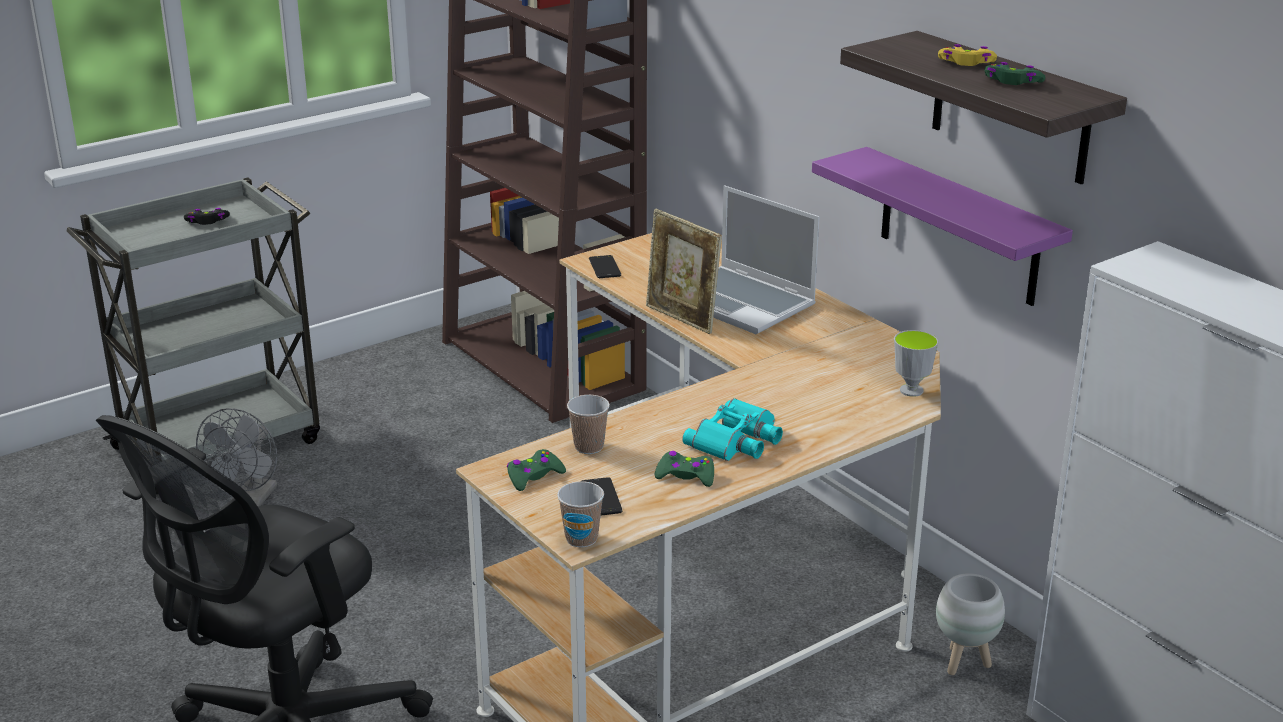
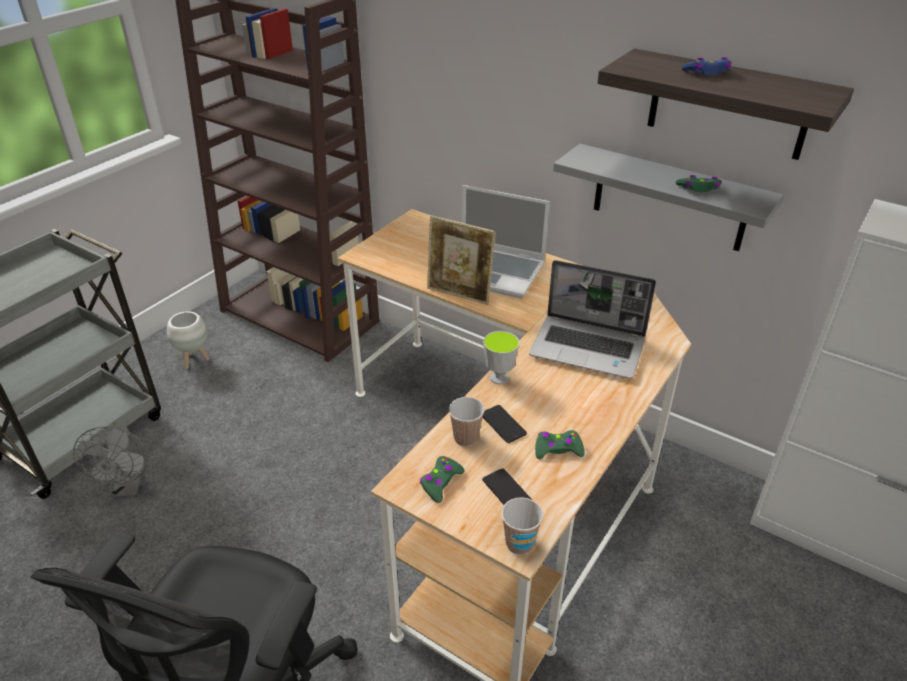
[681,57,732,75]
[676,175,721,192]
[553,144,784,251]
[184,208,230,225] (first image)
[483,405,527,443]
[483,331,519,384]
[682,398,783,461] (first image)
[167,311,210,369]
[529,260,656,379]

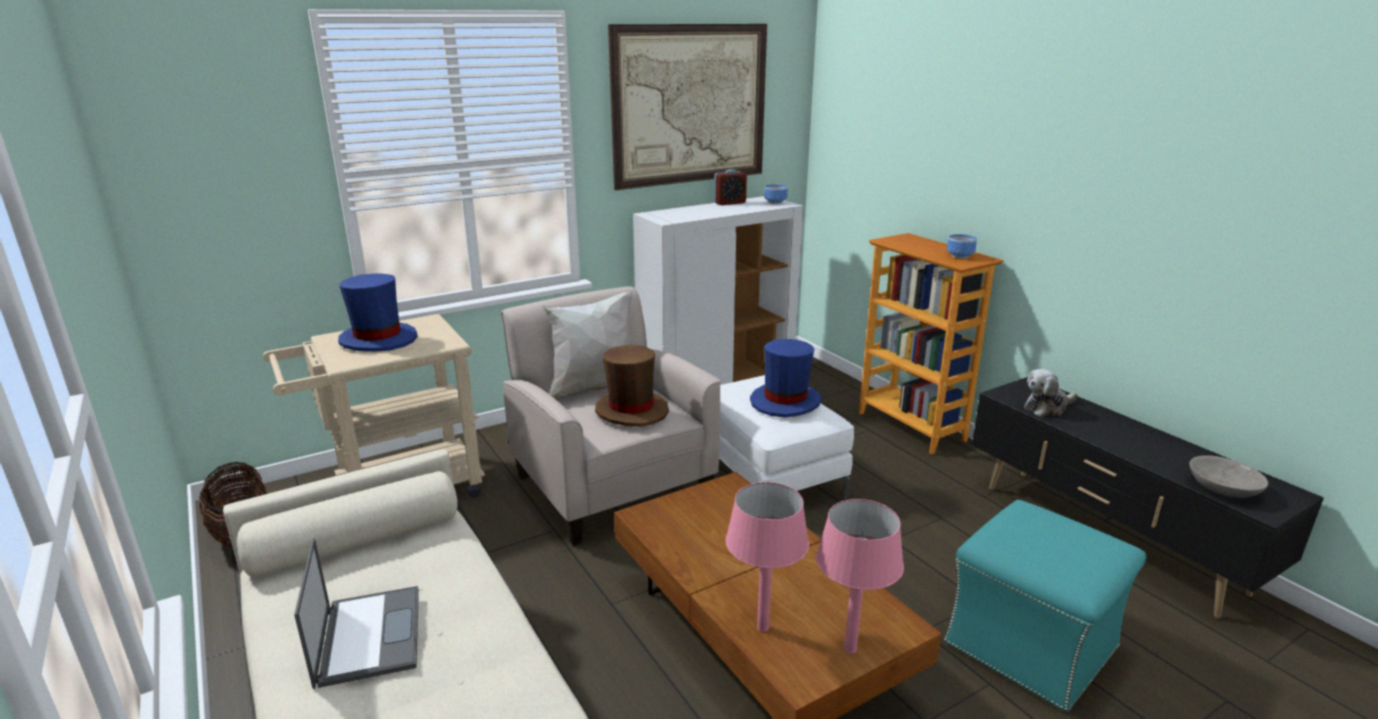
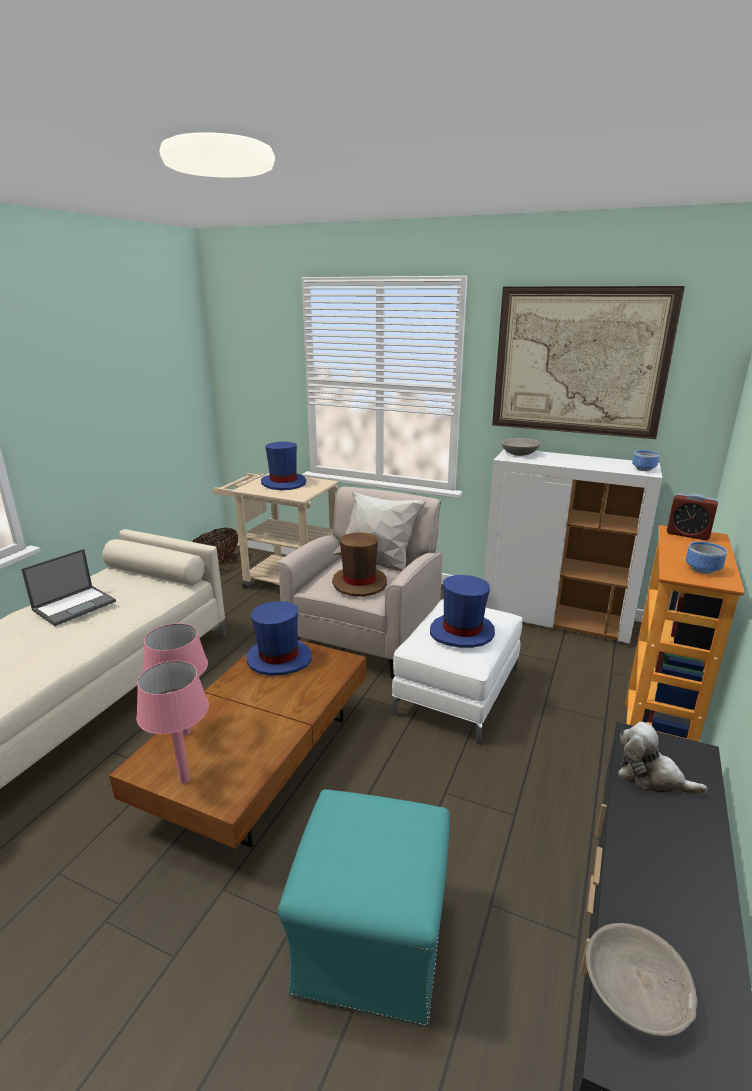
[667,493,718,540]
[501,438,541,456]
[247,601,312,676]

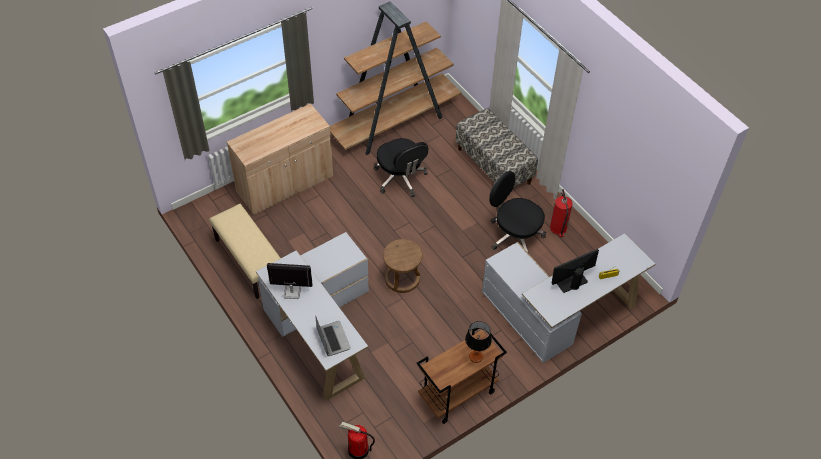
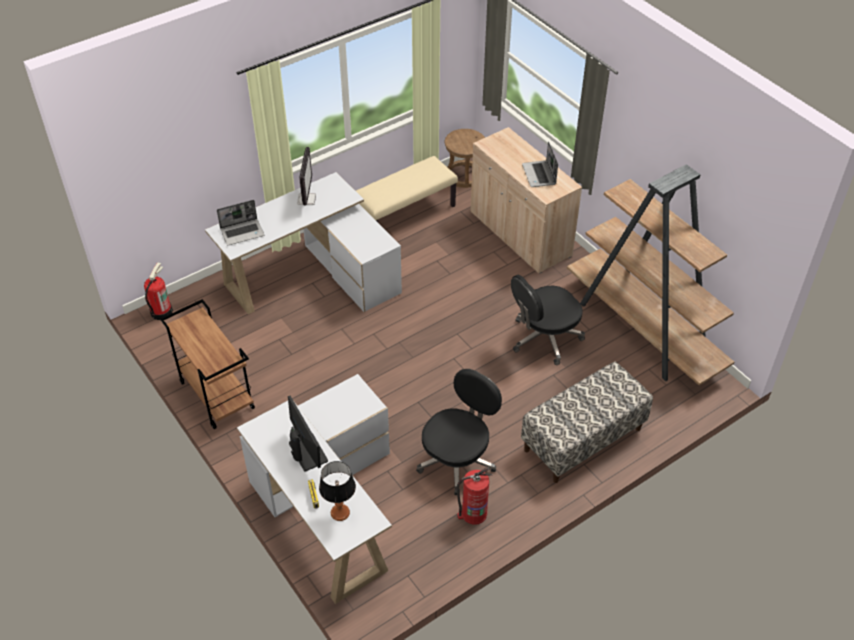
[445,129,485,188]
[319,461,356,521]
[522,141,558,187]

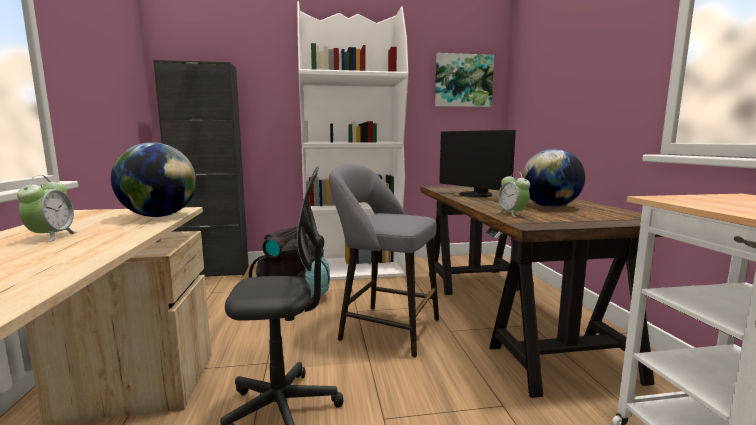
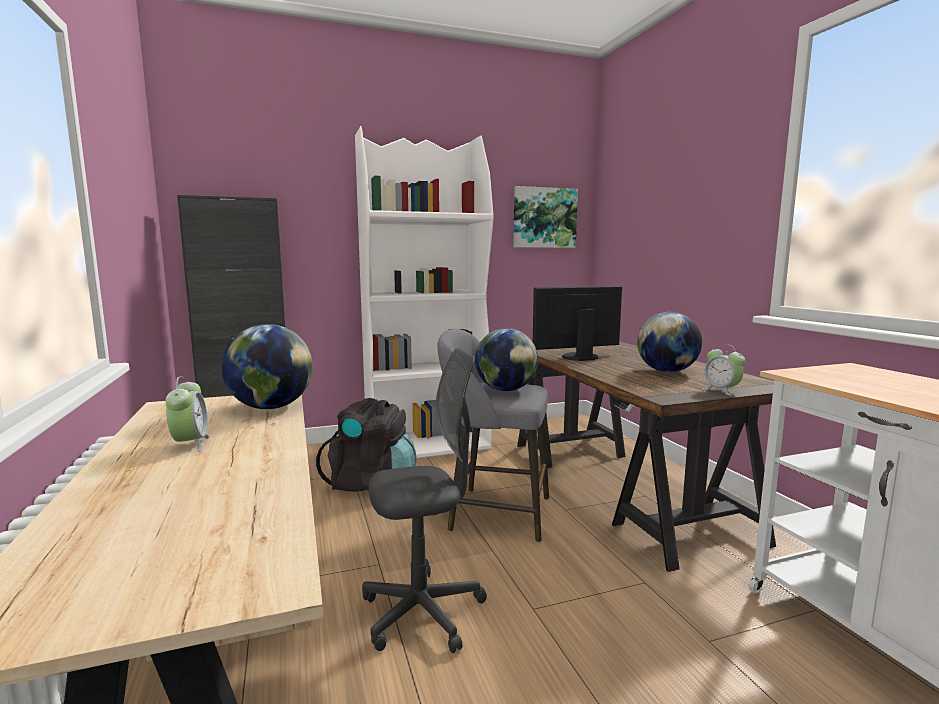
[533,286,622,361]
[702,345,745,396]
[475,328,538,391]

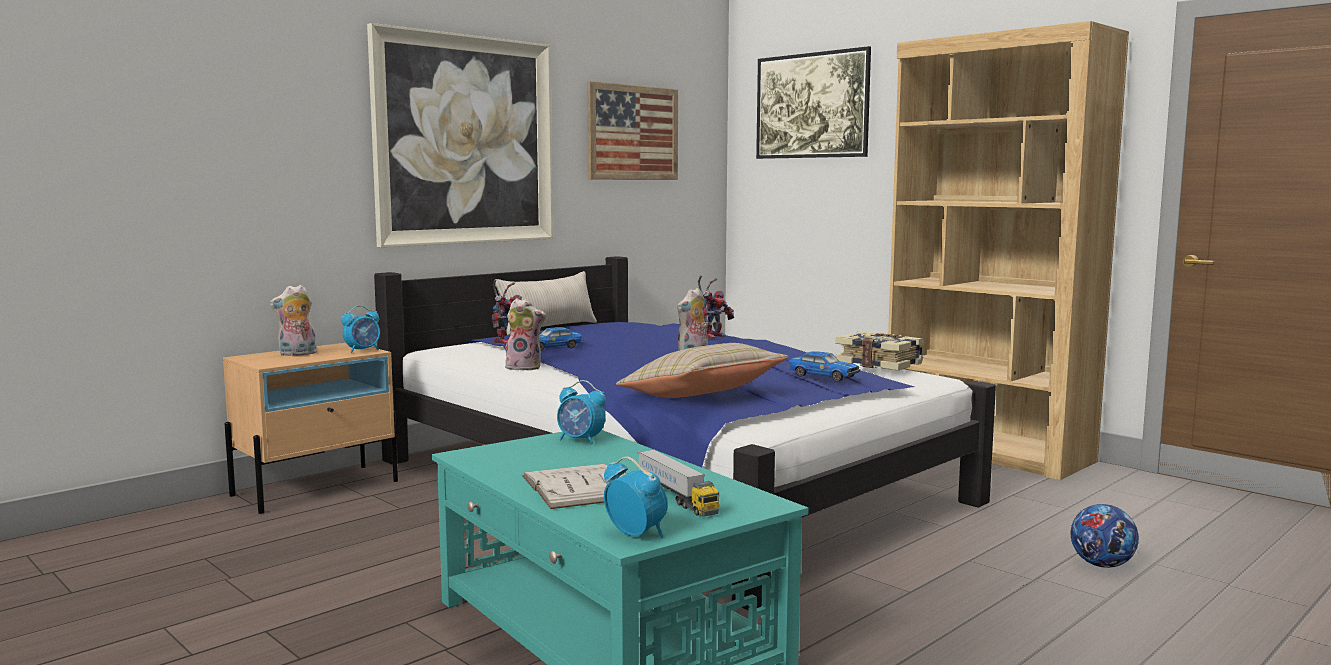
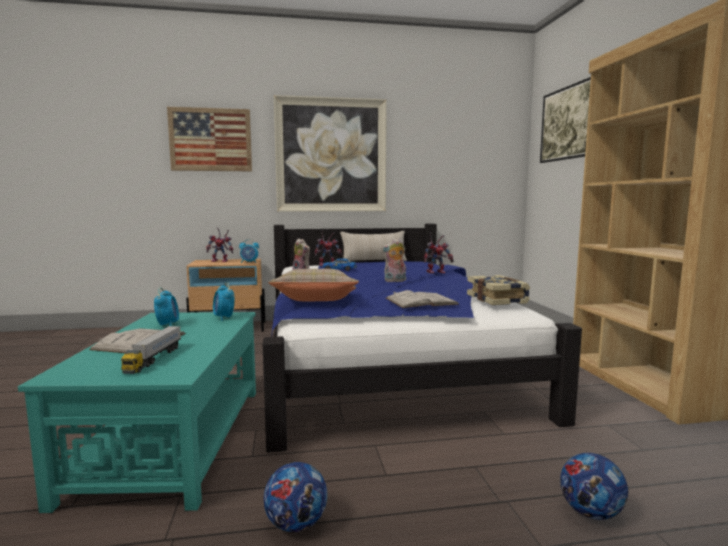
[167,107,252,171]
[206,227,233,262]
[386,290,460,308]
[154,287,179,326]
[264,462,327,532]

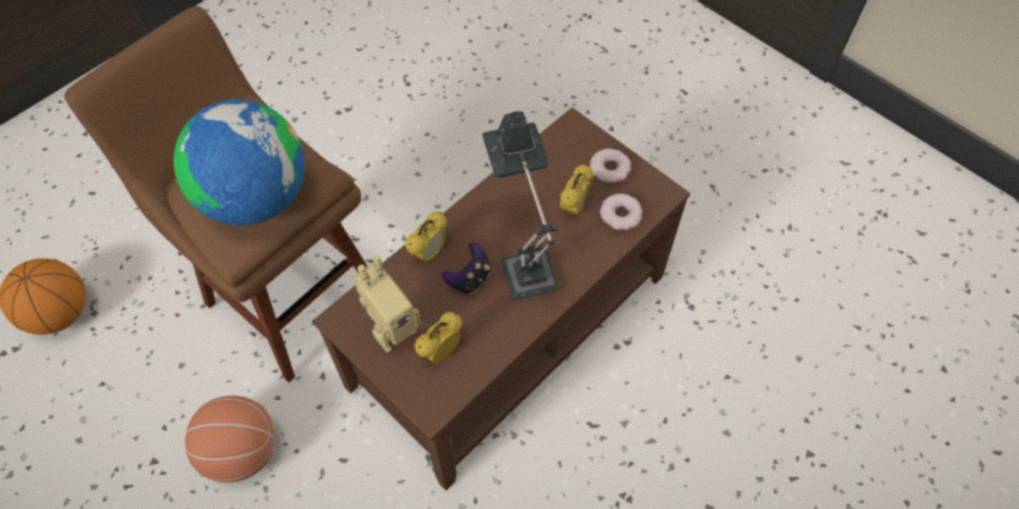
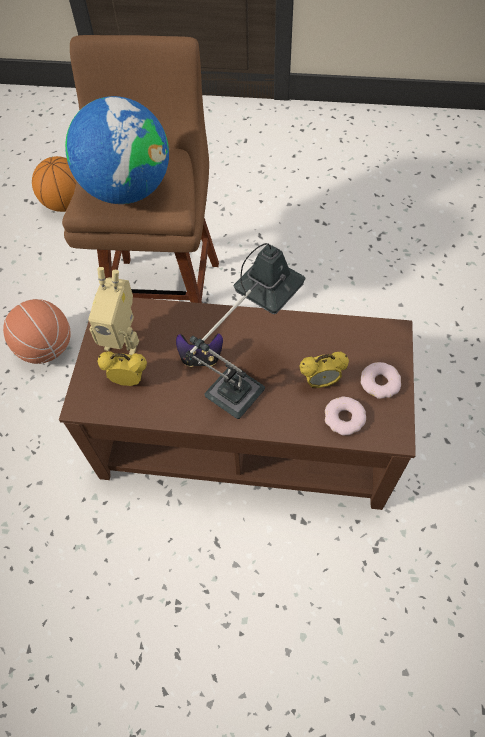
[405,212,447,263] (first image)

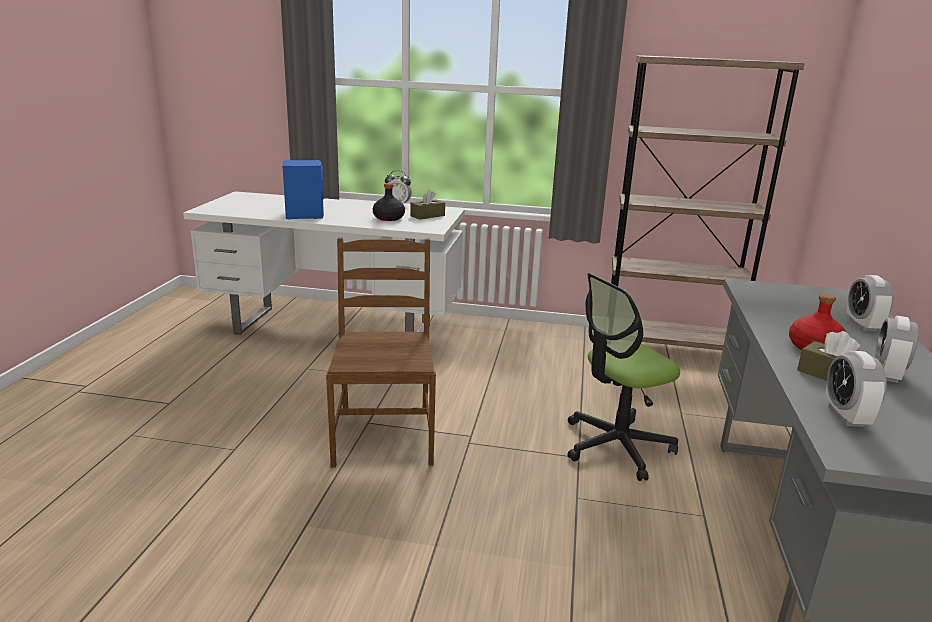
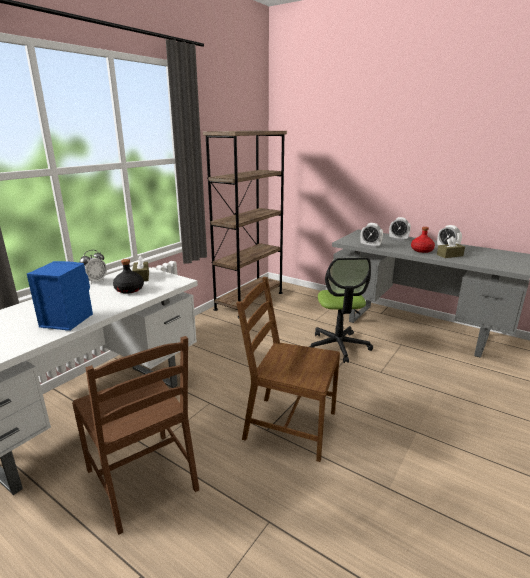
[360,223,383,248]
[72,336,199,535]

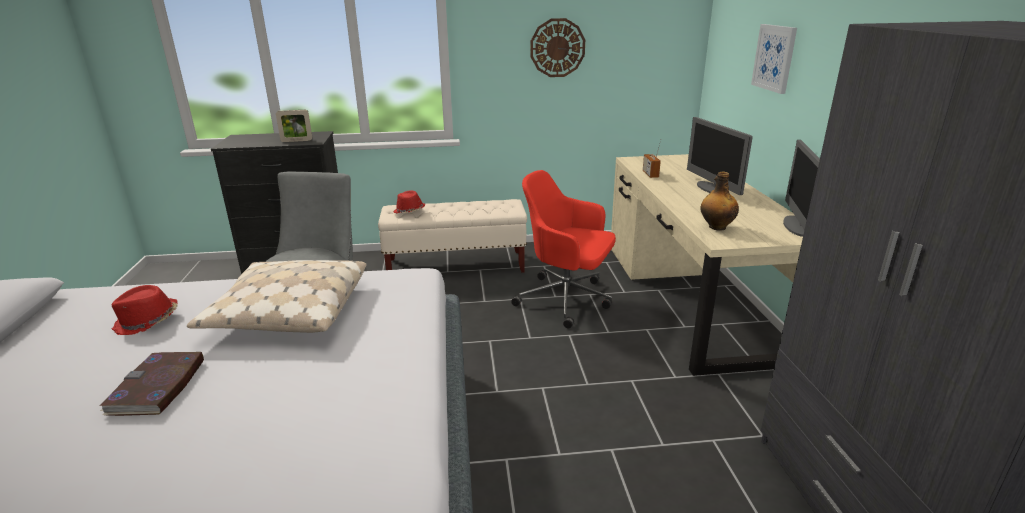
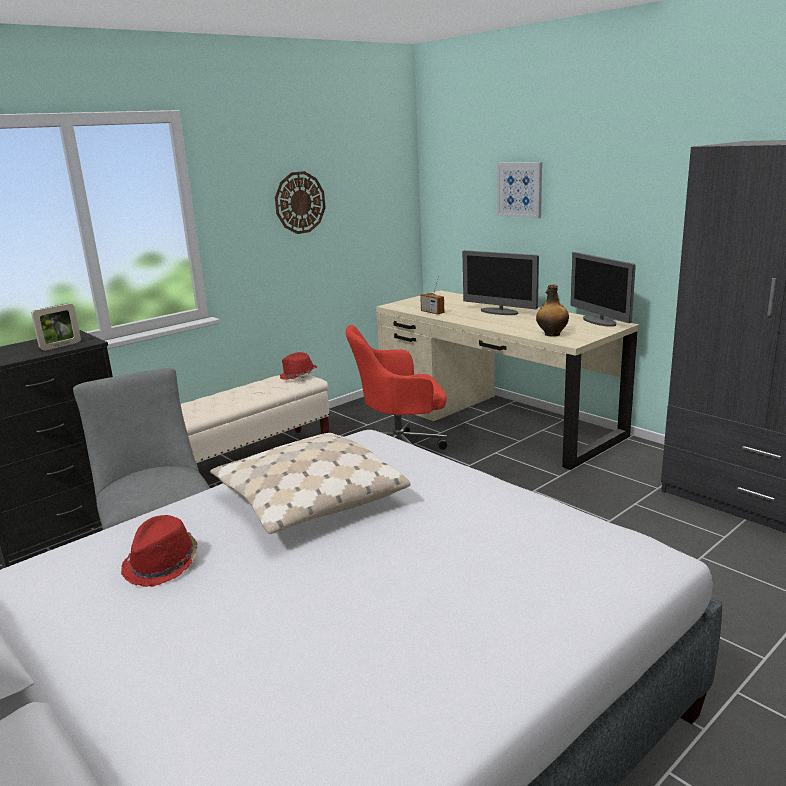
[280,352,317,380]
[100,352,204,416] (first image)

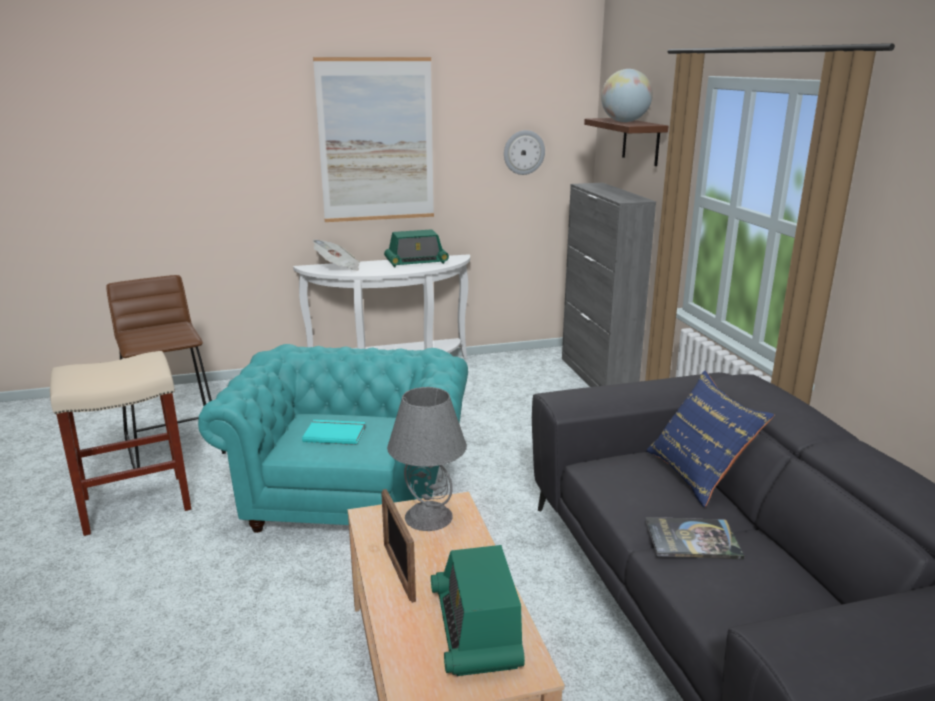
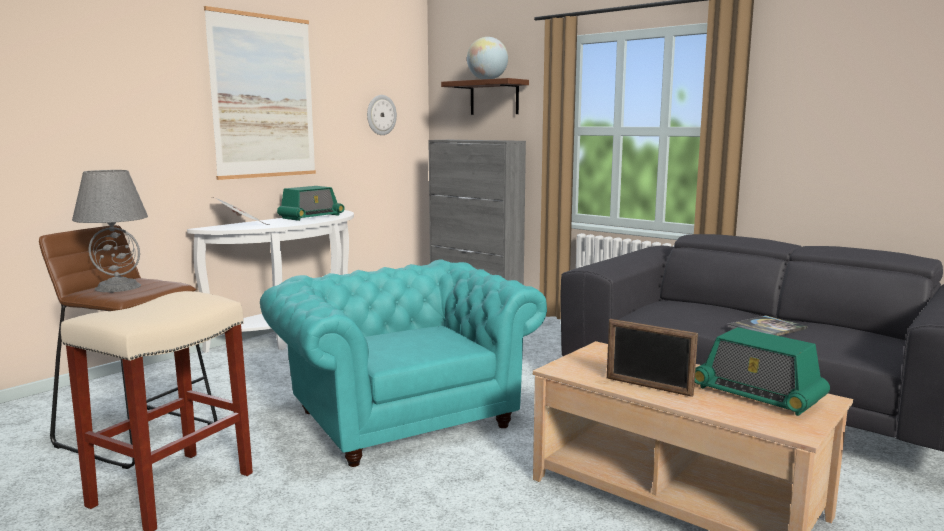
[646,370,774,508] (first image)
[72,170,148,292]
[302,420,365,445] (first image)

